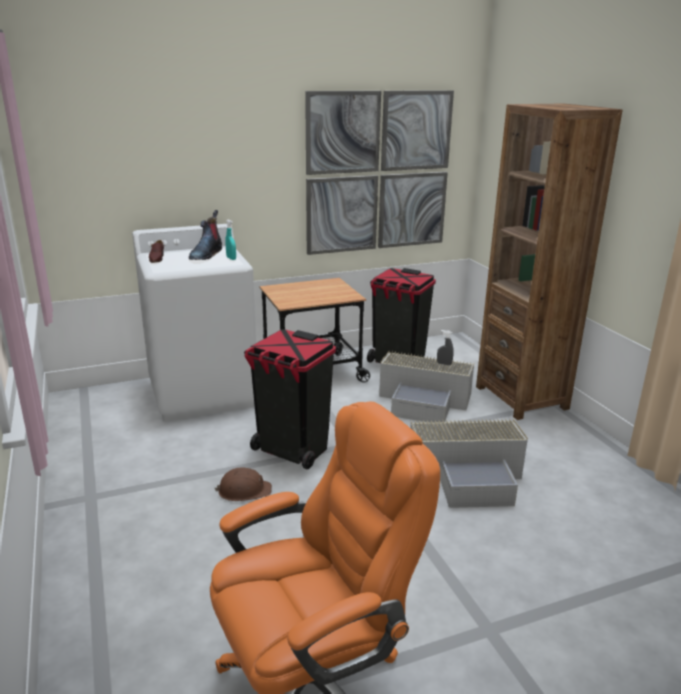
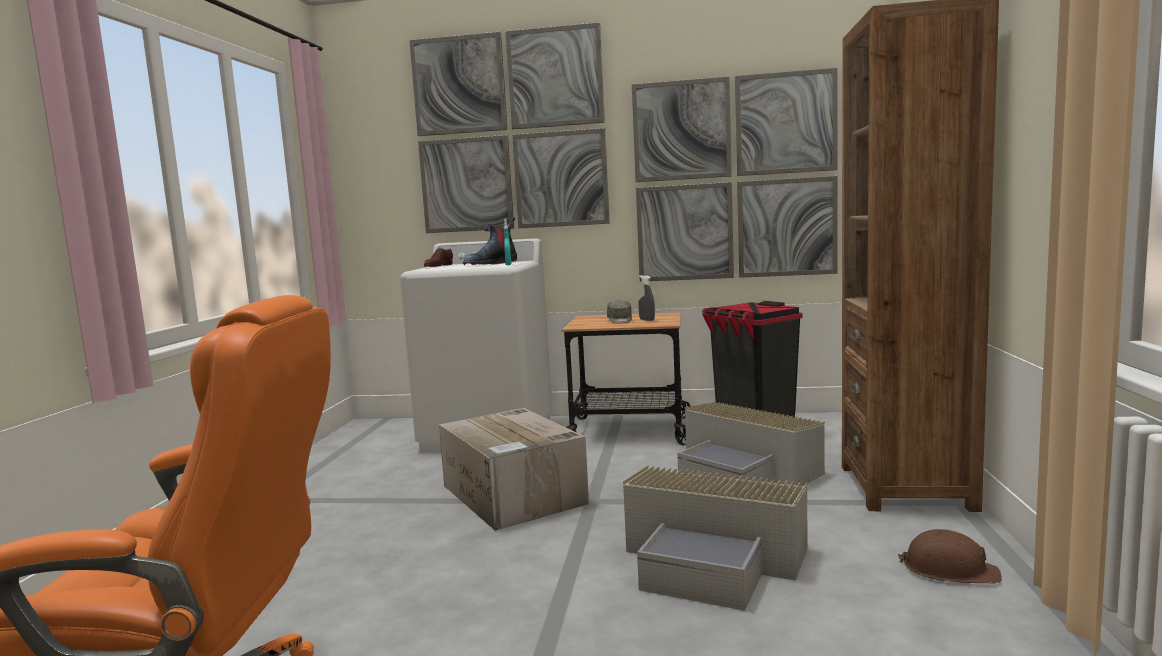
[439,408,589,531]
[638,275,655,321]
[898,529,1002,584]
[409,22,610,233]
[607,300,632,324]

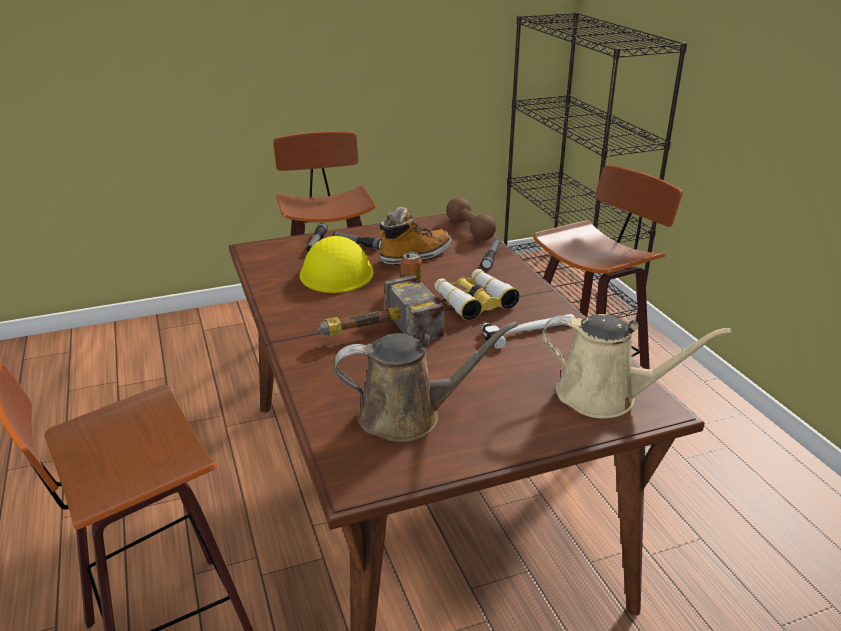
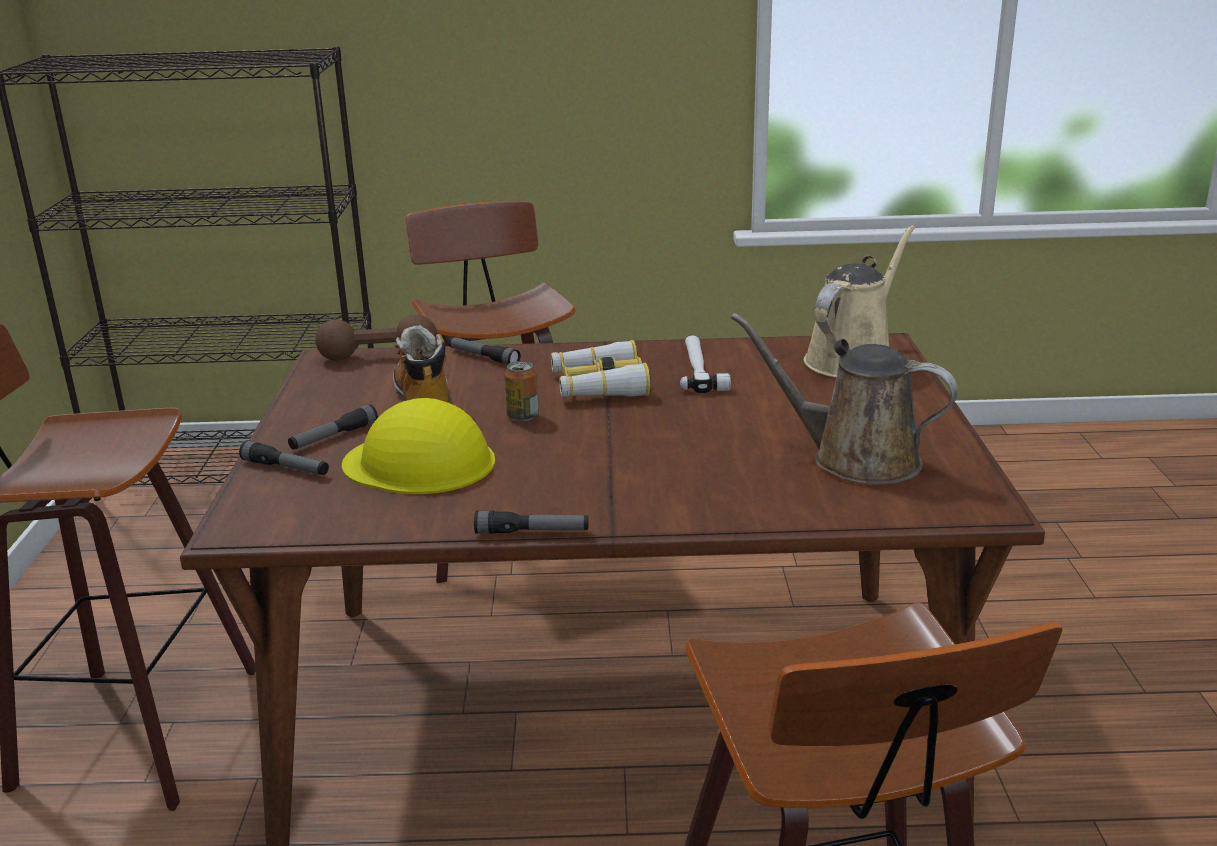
[317,275,444,340] (first image)
[731,313,958,485]
[474,511,589,534]

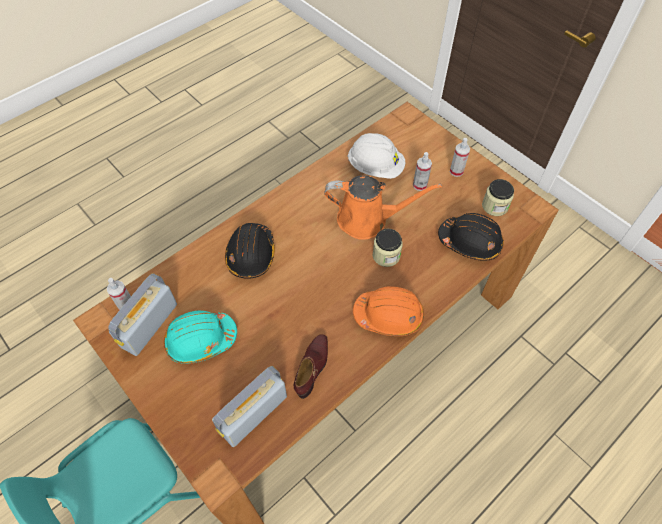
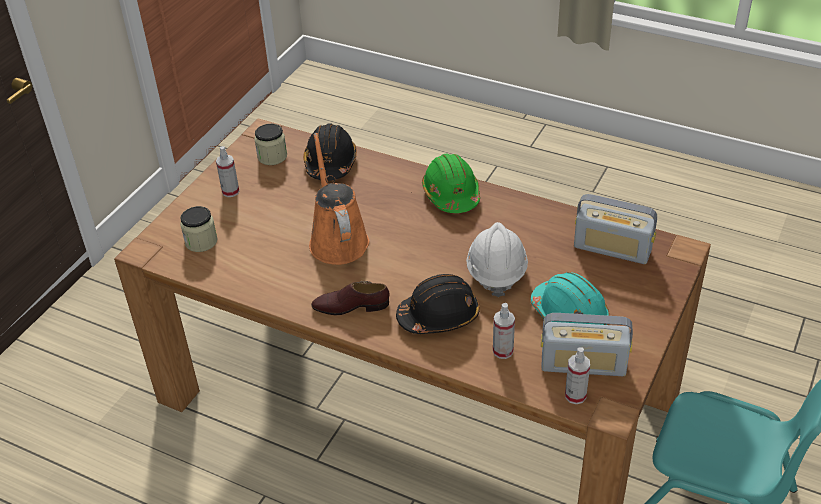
[466,222,528,297]
[493,303,515,359]
[180,206,218,252]
[422,154,480,213]
[311,281,390,315]

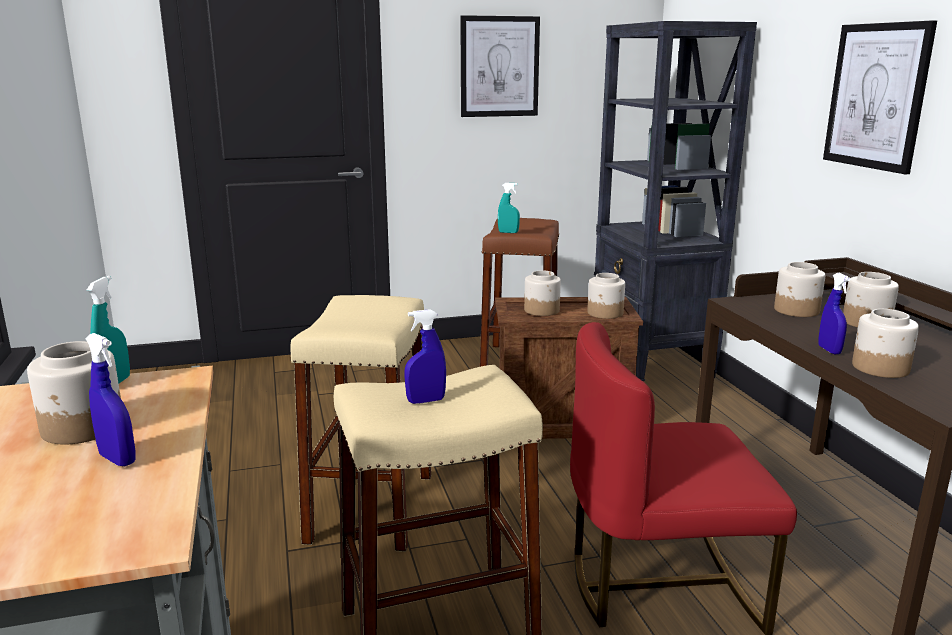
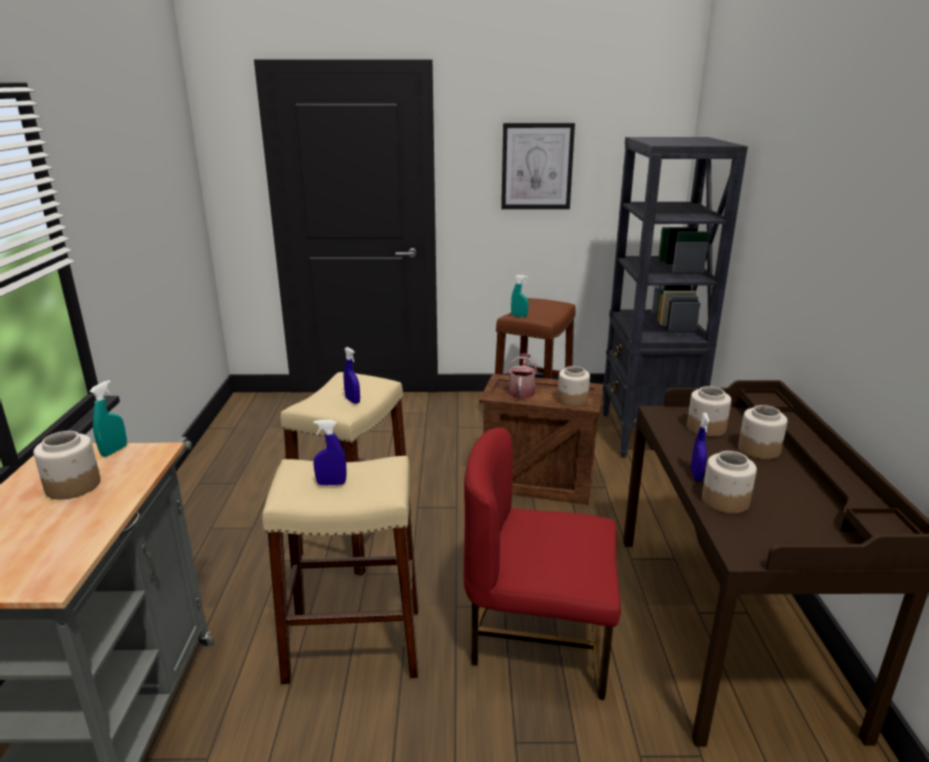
[823,20,937,174] (first image)
[507,353,537,399]
[344,347,360,404]

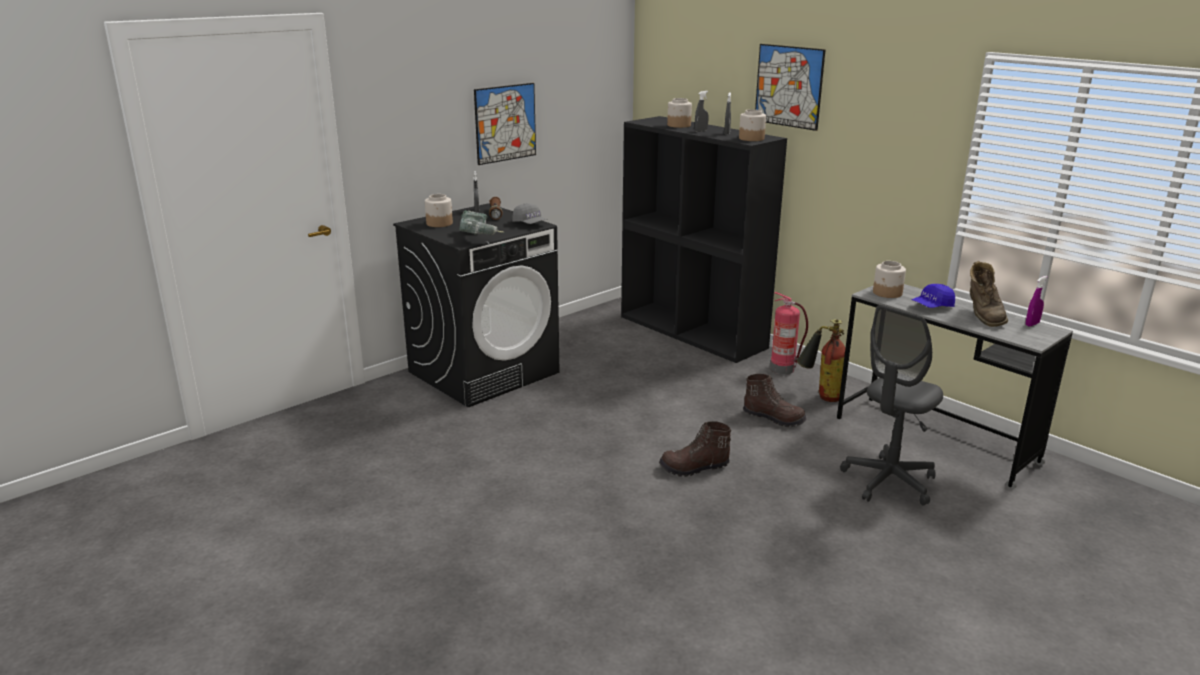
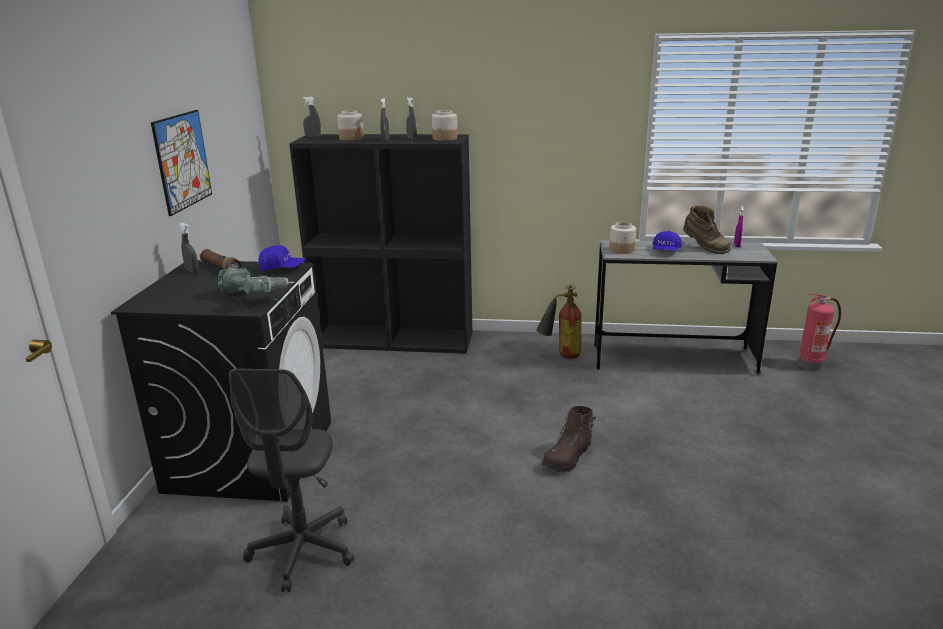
[755,44,826,131] (first image)
[425,194,453,227] (first image)
[258,245,306,271]
[797,293,841,371]
[229,369,354,592]
[743,374,806,427] (first image)
[303,97,321,137]

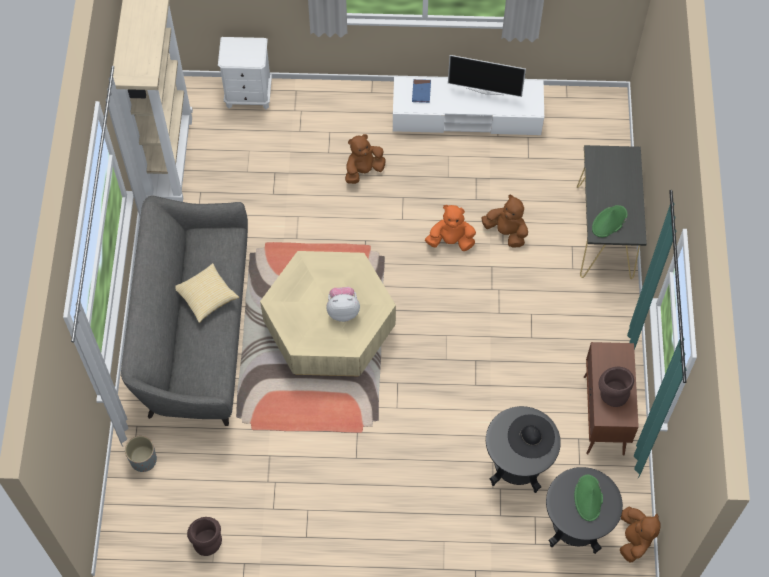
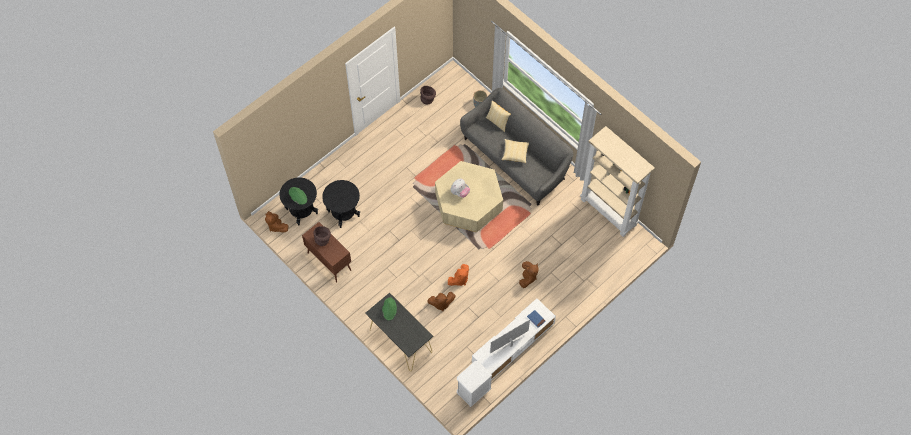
[457,361,492,407]
[508,414,555,458] (first image)
[486,100,511,132]

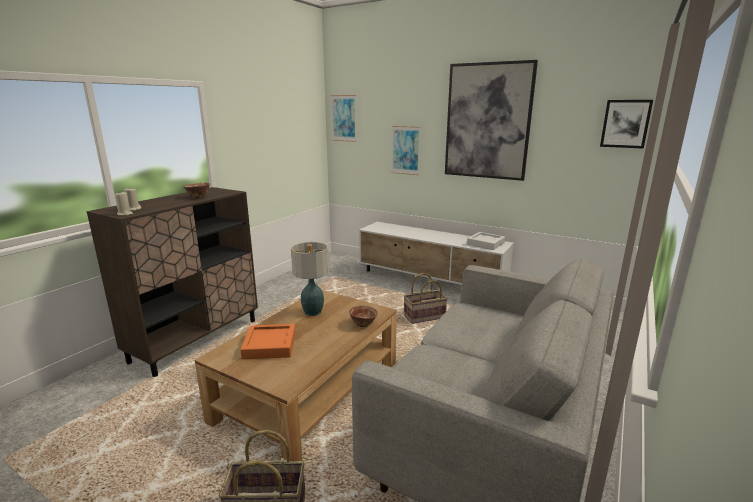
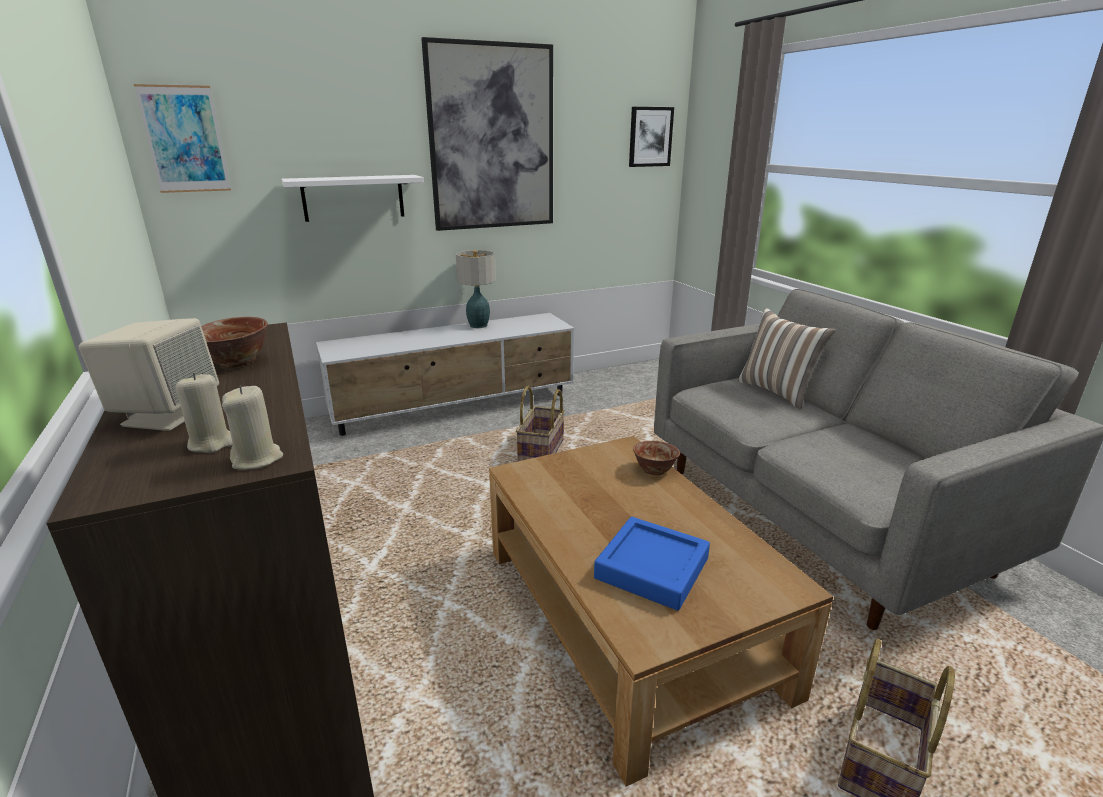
[282,175,424,222]
[467,232,505,250] (first image)
[456,250,495,328]
[594,517,710,611]
[738,308,836,409]
[79,318,219,431]

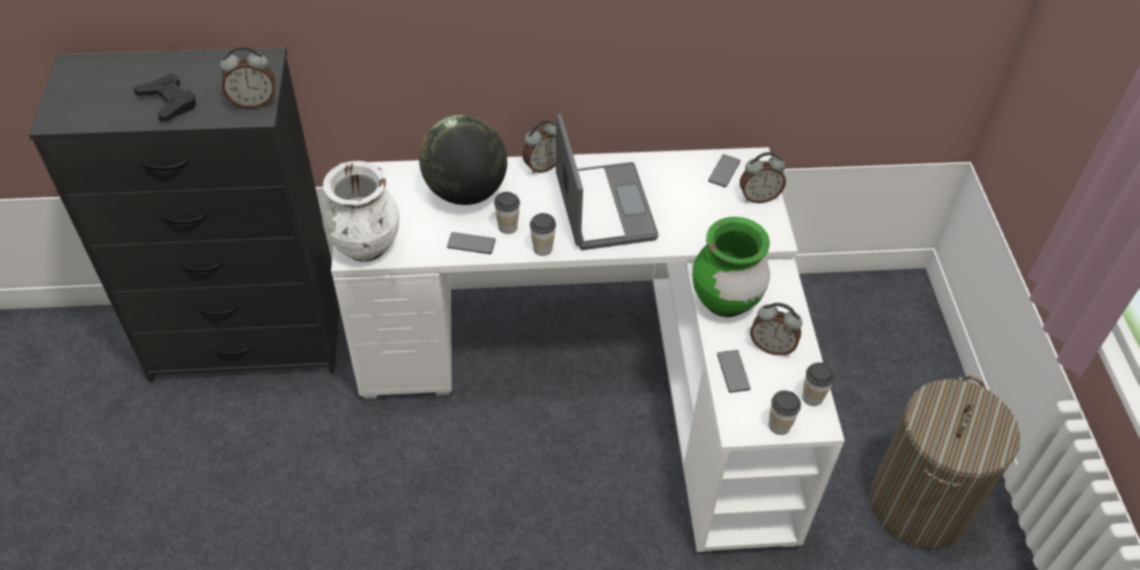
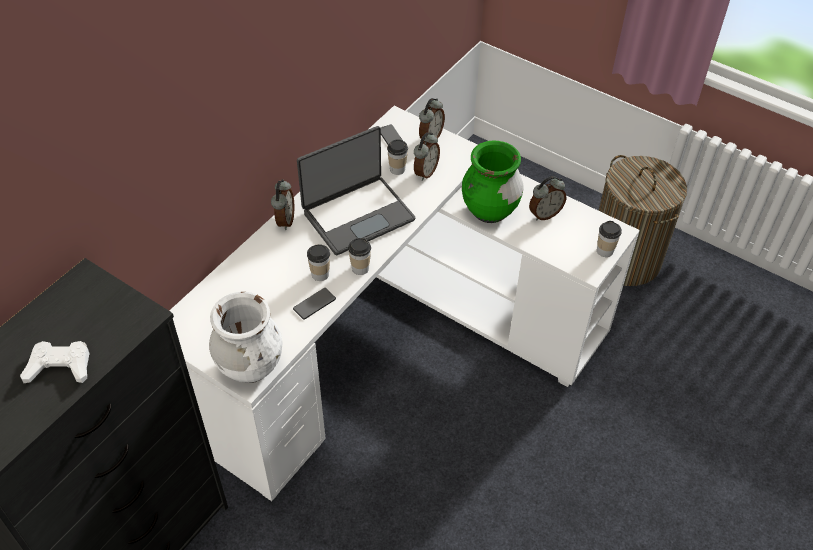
[414,133,440,181]
[20,341,90,383]
[297,126,415,255]
[419,115,507,205] (first image)
[717,350,751,393] (first image)
[387,139,408,175]

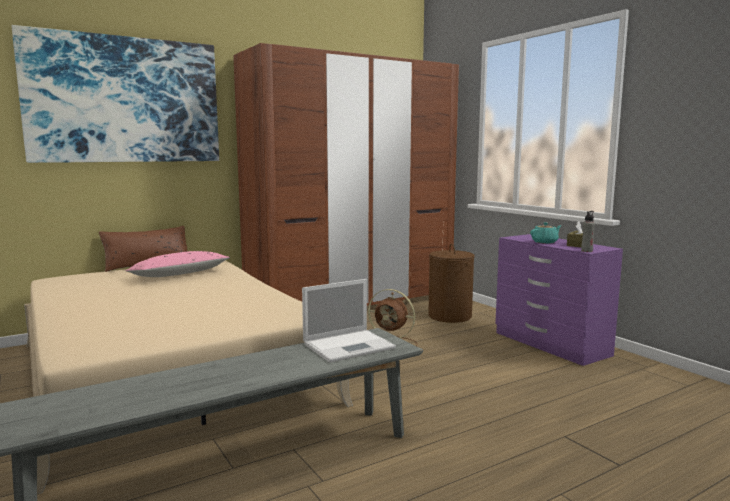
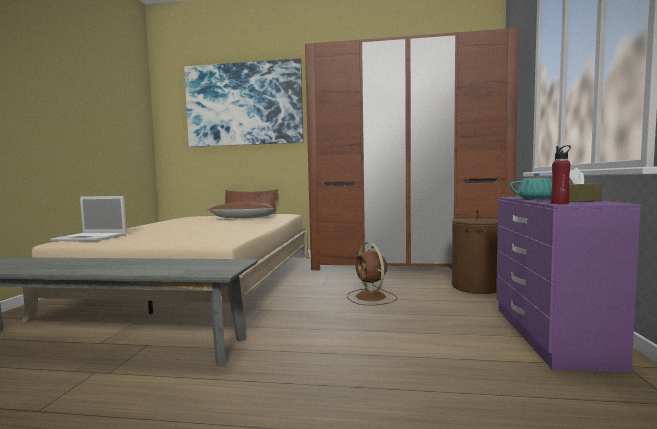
[551,145,571,204]
[207,202,276,218]
[51,196,127,241]

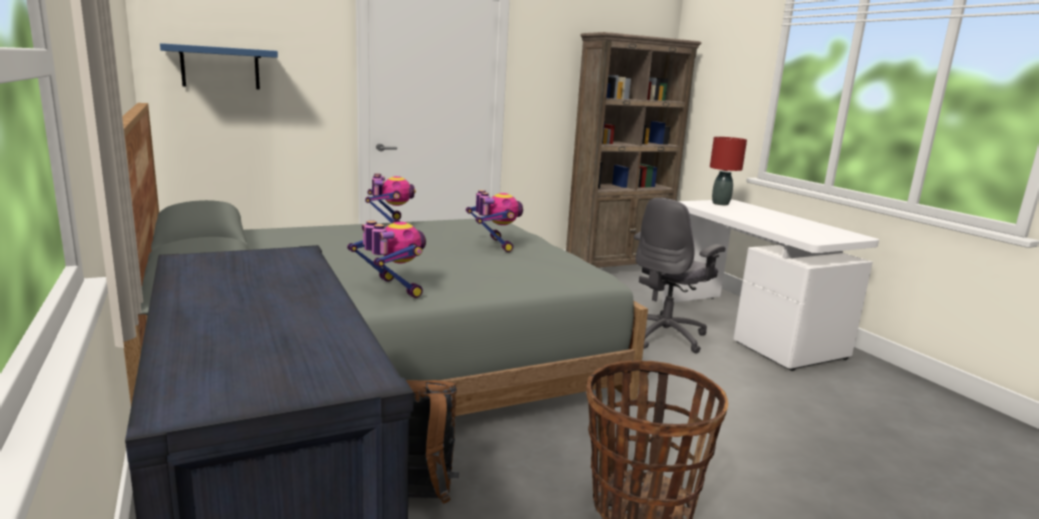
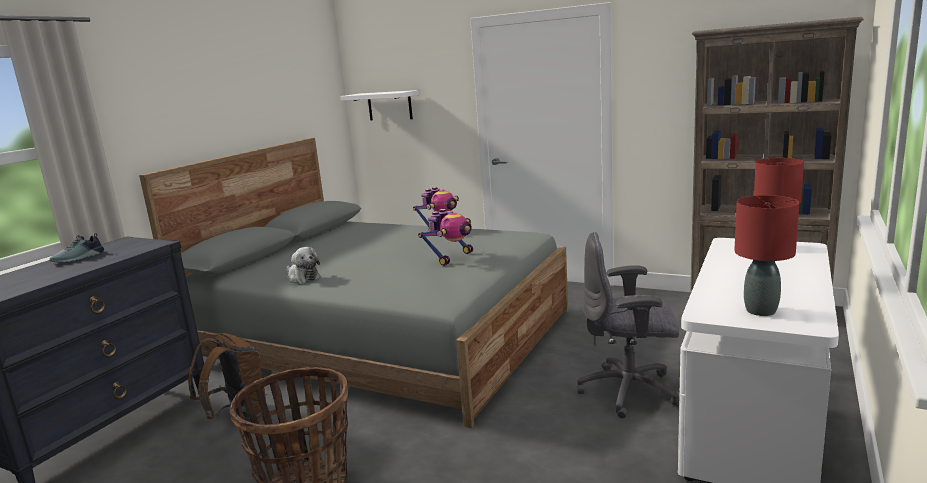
[340,90,419,121]
[286,247,320,283]
[734,195,799,316]
[49,233,104,263]

